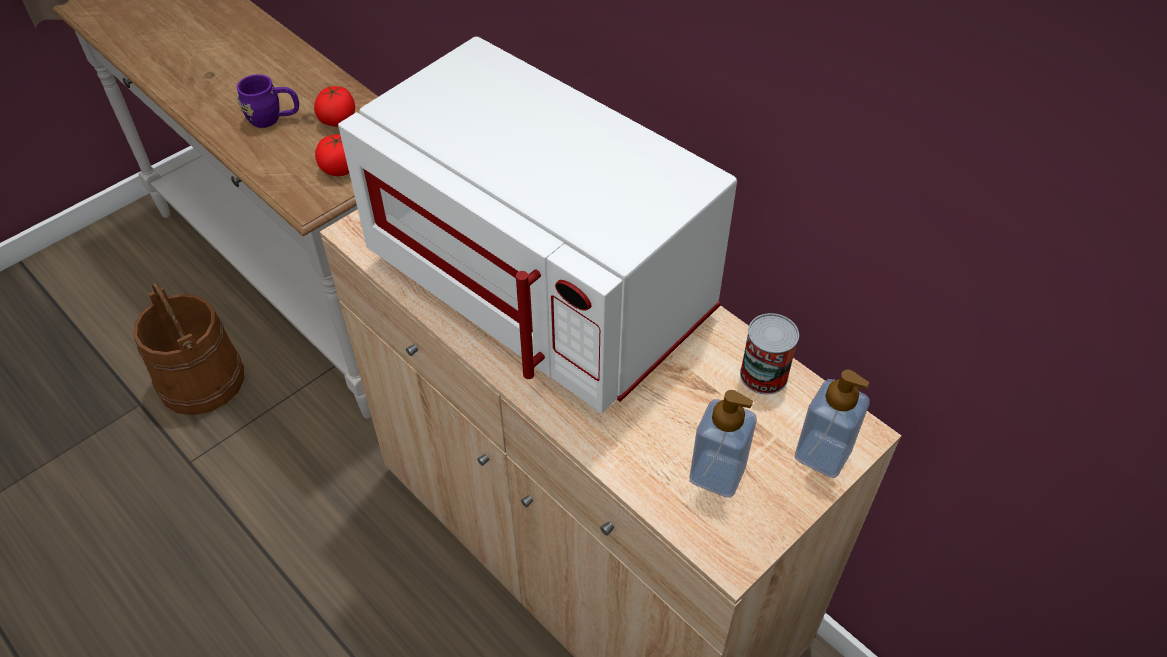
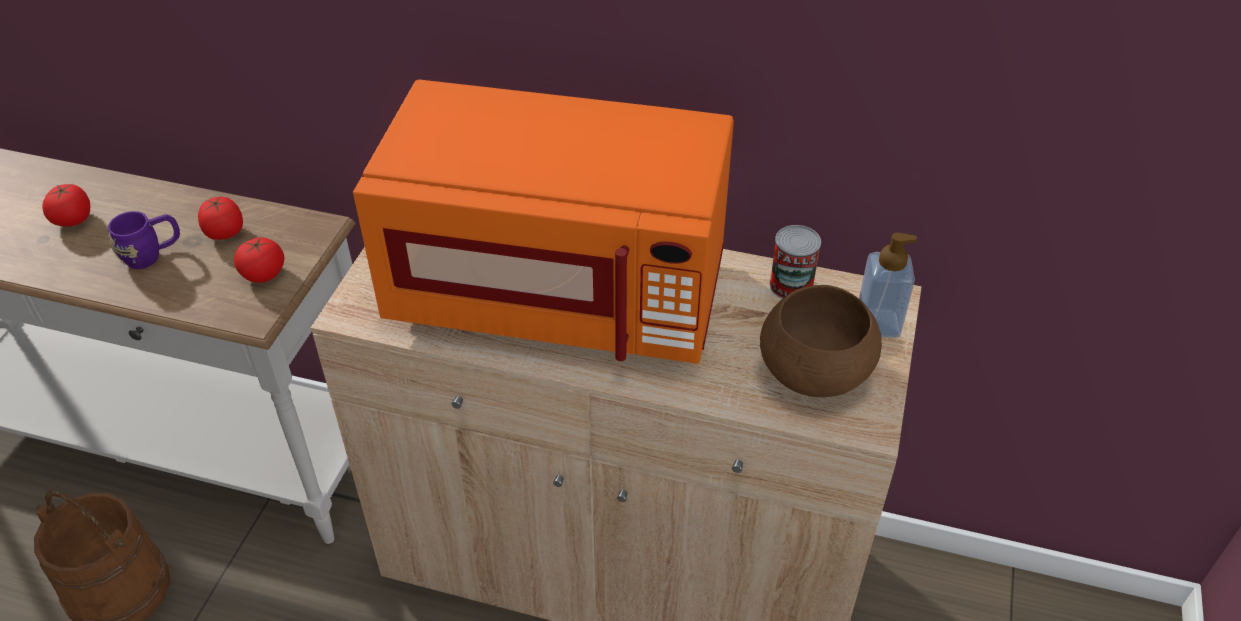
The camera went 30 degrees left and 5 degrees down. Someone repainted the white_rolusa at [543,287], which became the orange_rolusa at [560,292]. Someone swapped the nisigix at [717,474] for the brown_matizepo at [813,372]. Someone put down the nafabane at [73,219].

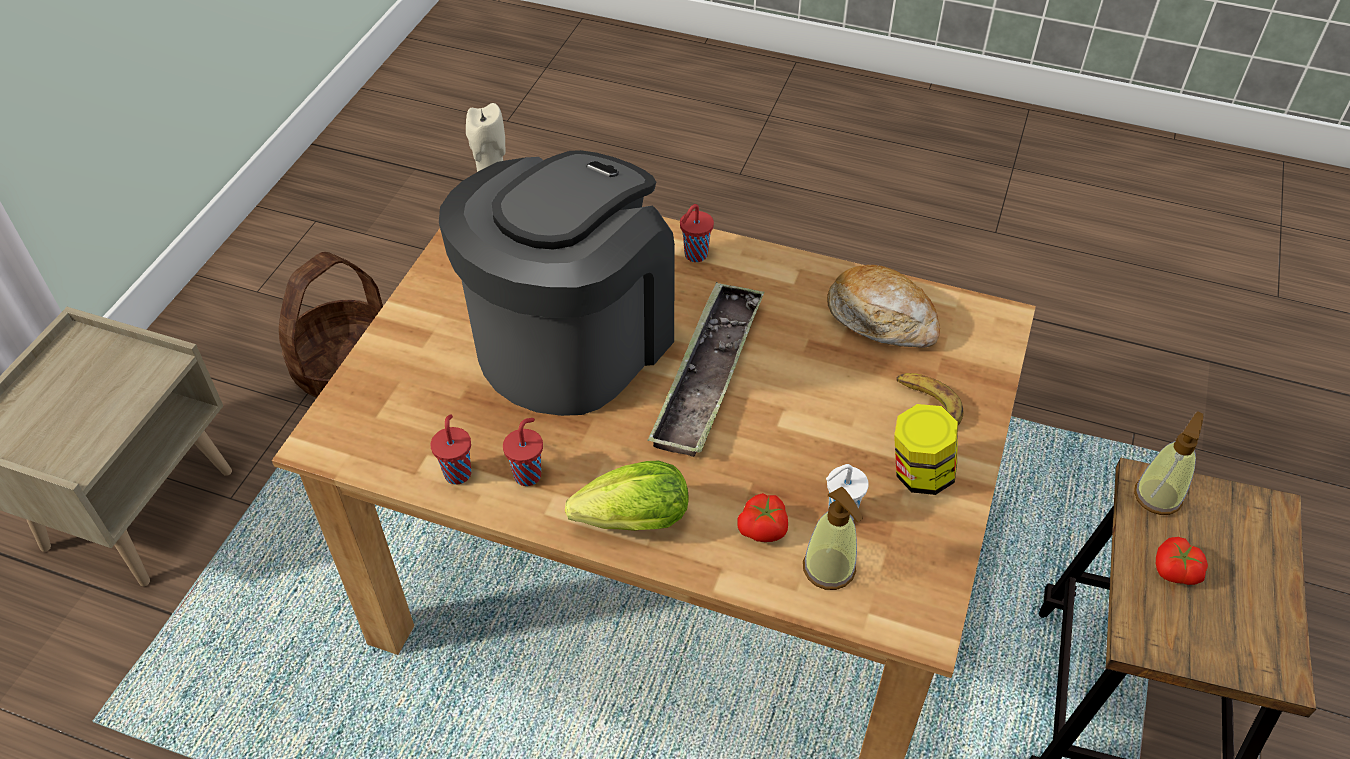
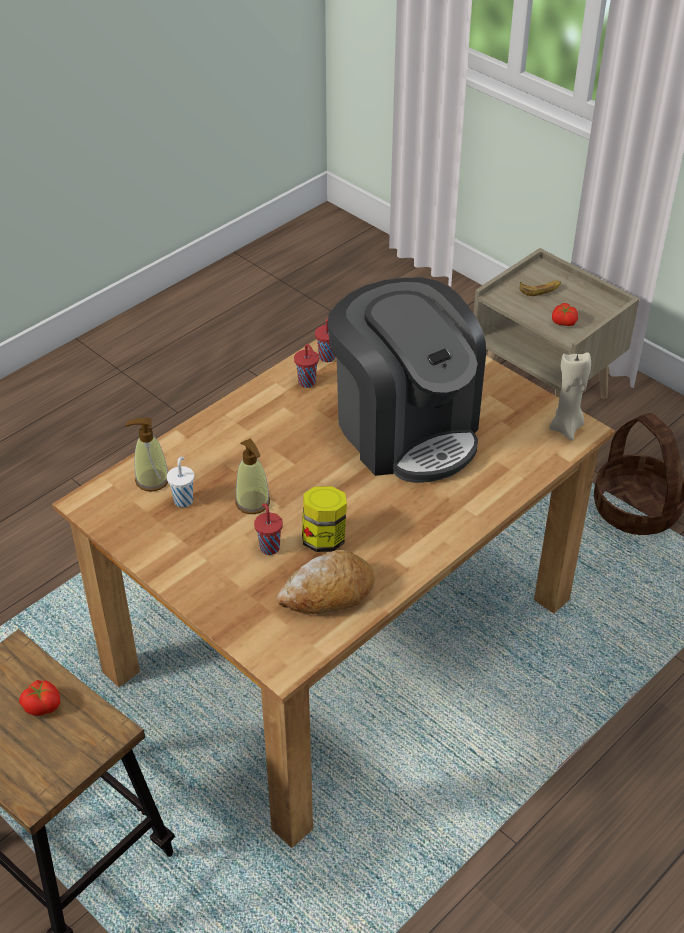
The camera went 115 degrees right and 5 degrees down. Someone carried the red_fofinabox from [694,255] to [269,547]. Someone took away the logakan at [708,375]. Someone carried the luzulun from [927,404] to [540,289]. Someone carried the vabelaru from [919,474] to [324,539]. Someone carried the nisigix from [1157,496] to [253,502]. Someone took away the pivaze at [627,522]. Someone carried the nafabane from [764,529] to [563,322].

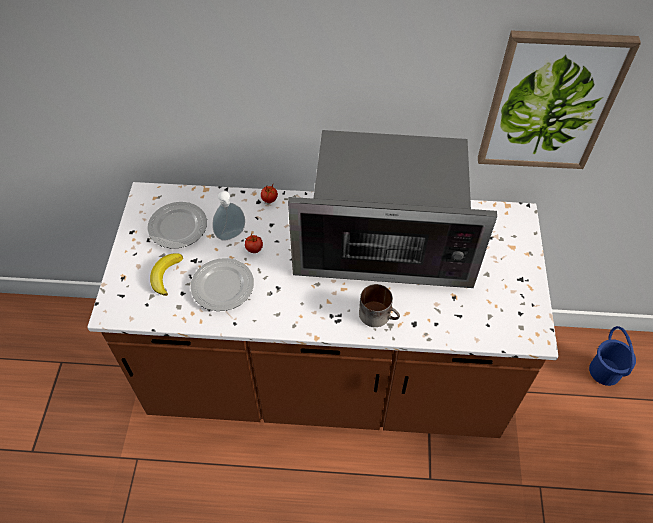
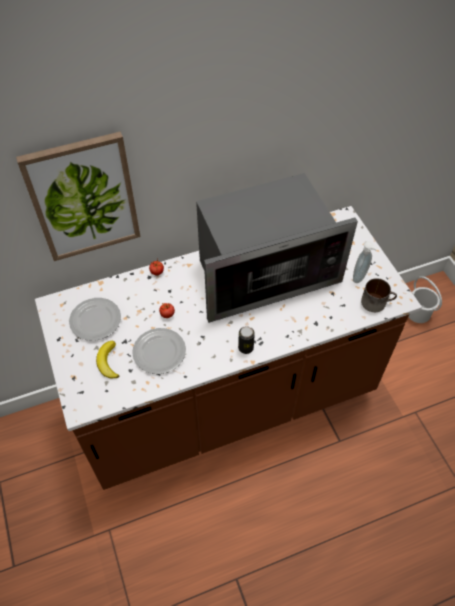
The camera went 25 degrees left and 0 degrees up. Someone carried the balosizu from [549,102] to [83,198]. Someone carried the nisigix from [231,236] to [360,277]. Someone carried the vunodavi from [379,314] to [376,302]. Someone repainted the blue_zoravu at [605,371], which became the white_zoravu at [418,313]. Someone put down the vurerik at [245,348].

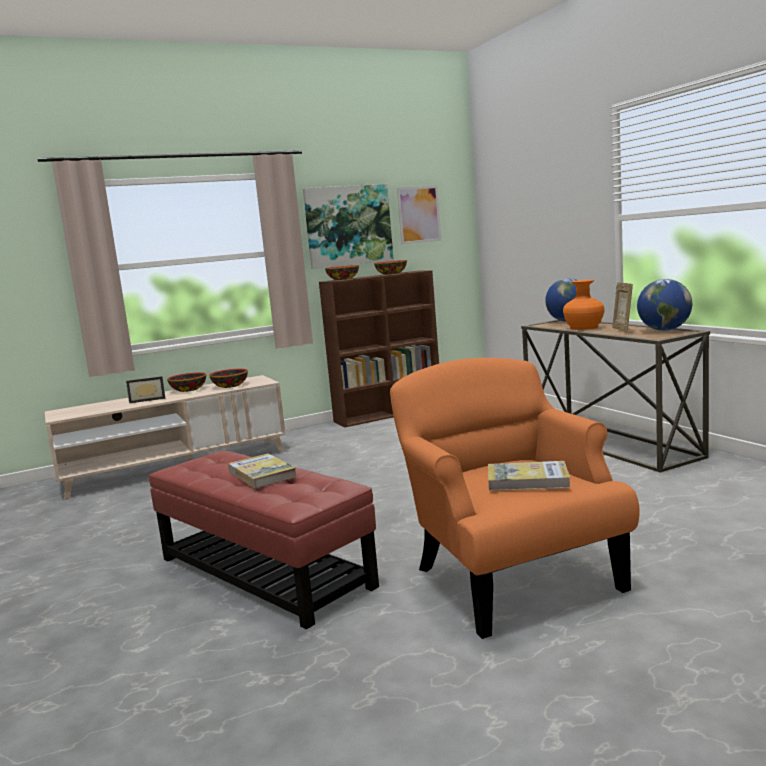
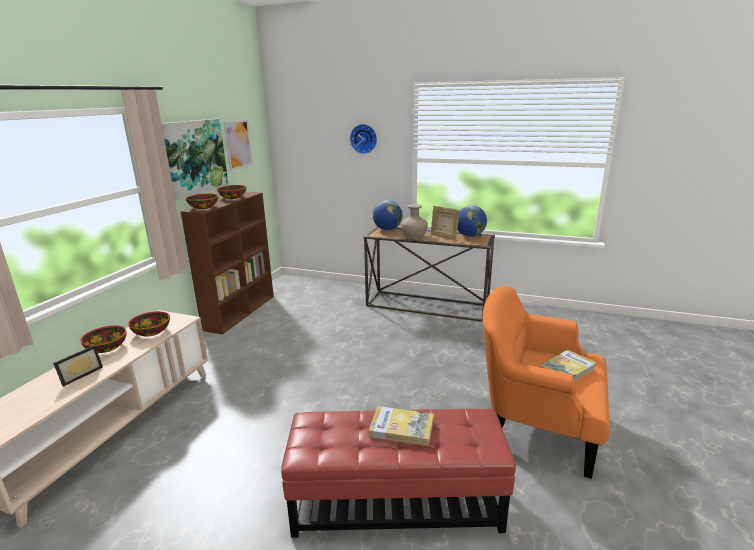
The camera went 45 degrees left and 10 degrees up. Someone repainted the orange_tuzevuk at [584,327], which became the beige_tuzevuk at [414,236]. Someone put up the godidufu at [364,139].

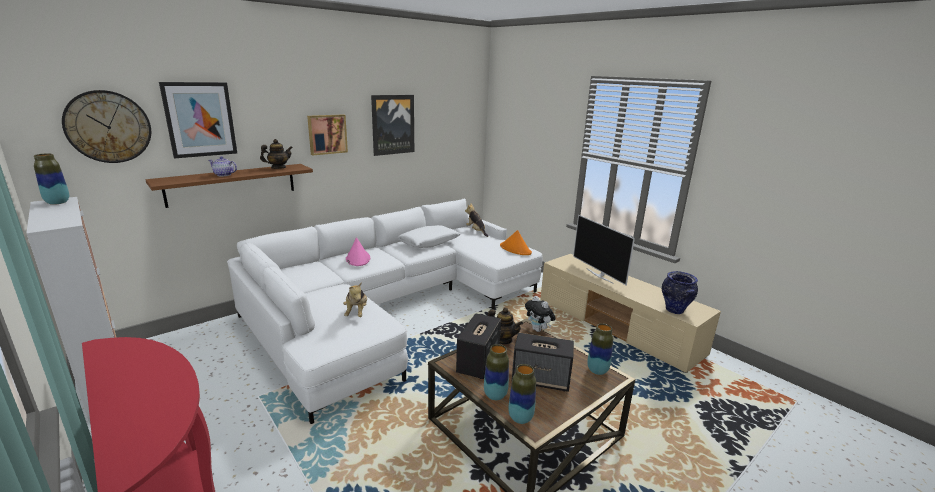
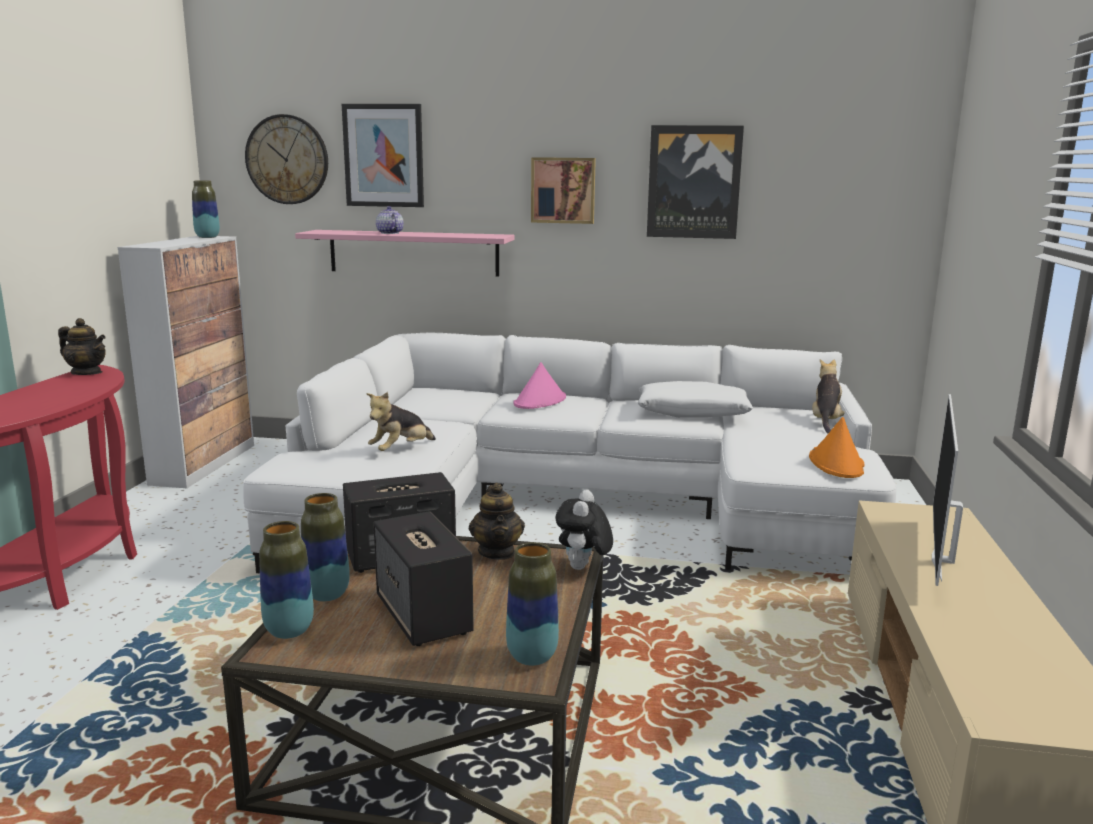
The camera went 50 degrees right and 5 degrees down. Someone carried the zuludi from [278,168] to [87,373]. Someone repainted the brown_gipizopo at [232,184], which became the pink_gipizopo at [413,253]. Someone took away the tuzevuk at [675,310].

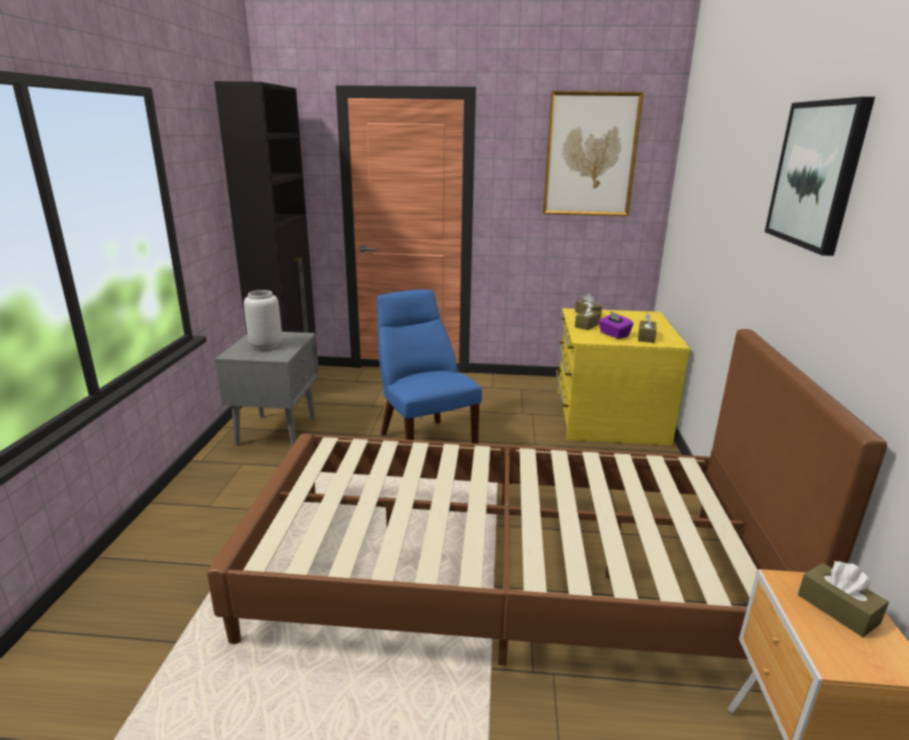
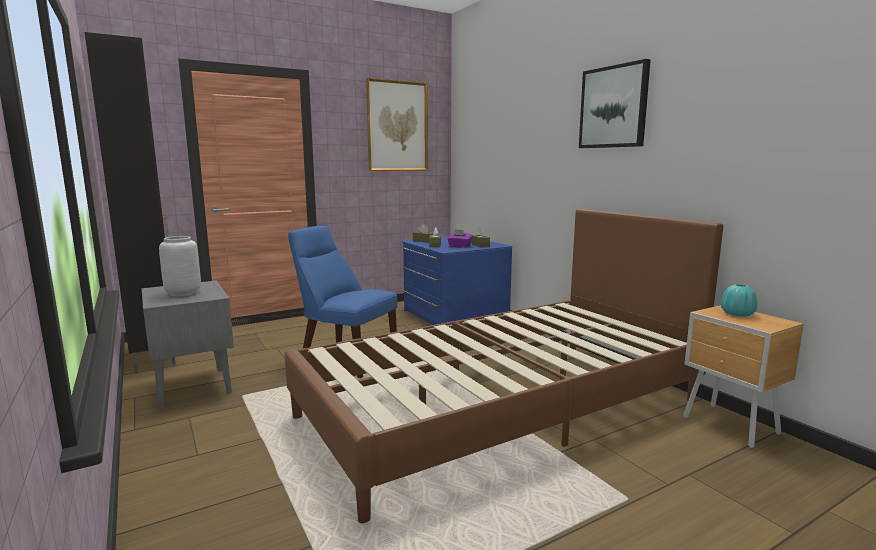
The camera went 35 degrees left and 10 degrees down. Someone repainted the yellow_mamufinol at [607,416], which became the blue_mamufinol at [453,315]. Someone swapped the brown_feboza at [837,609] for the turquoise_tuzevuk at [737,314].

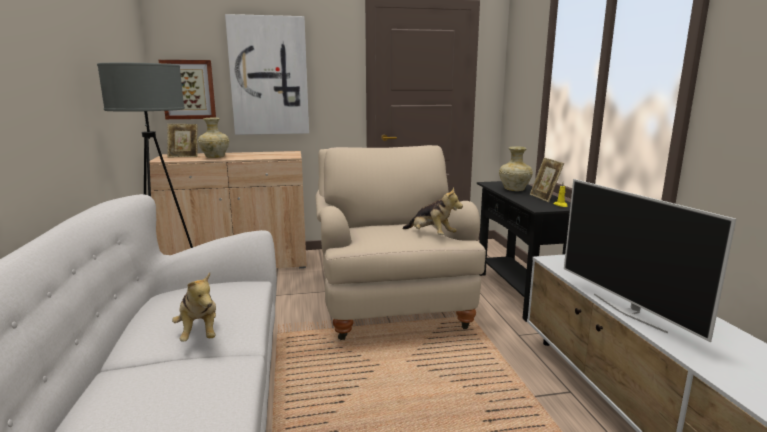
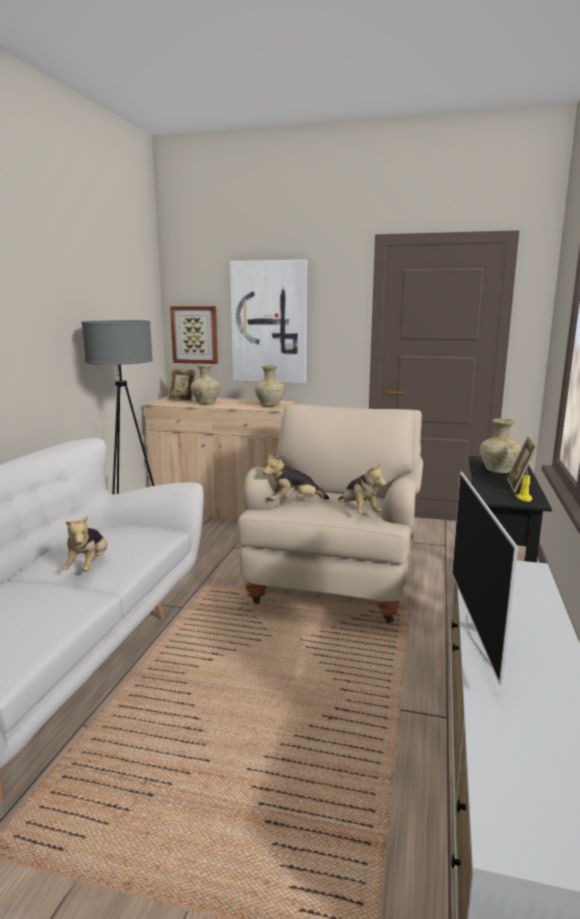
The camera went 25 degrees right and 0 degrees up. Someone put down the beige_tuzevuk at [269,405]. Someone put down the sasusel at [294,502].

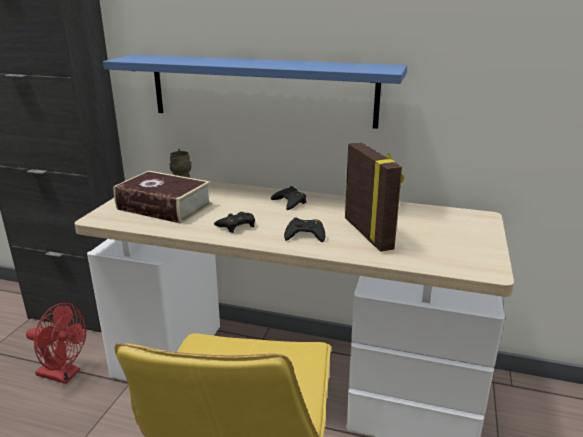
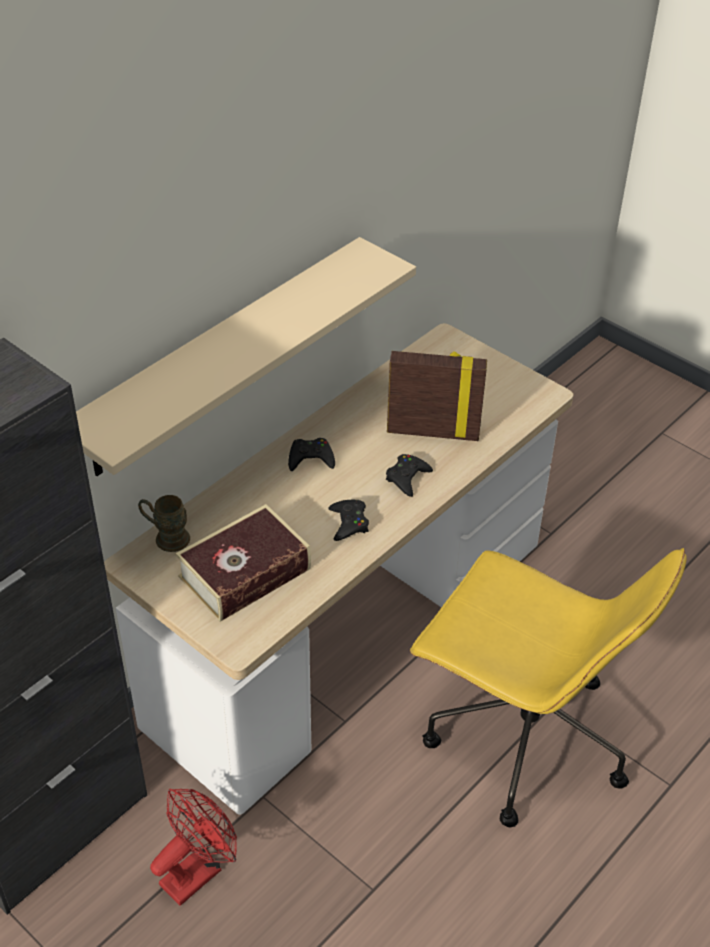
The camera went 65 degrees left and 20 degrees up. Someone repainted the blue_gipizopo at [261,90], which became the beige_gipizopo at [222,356].

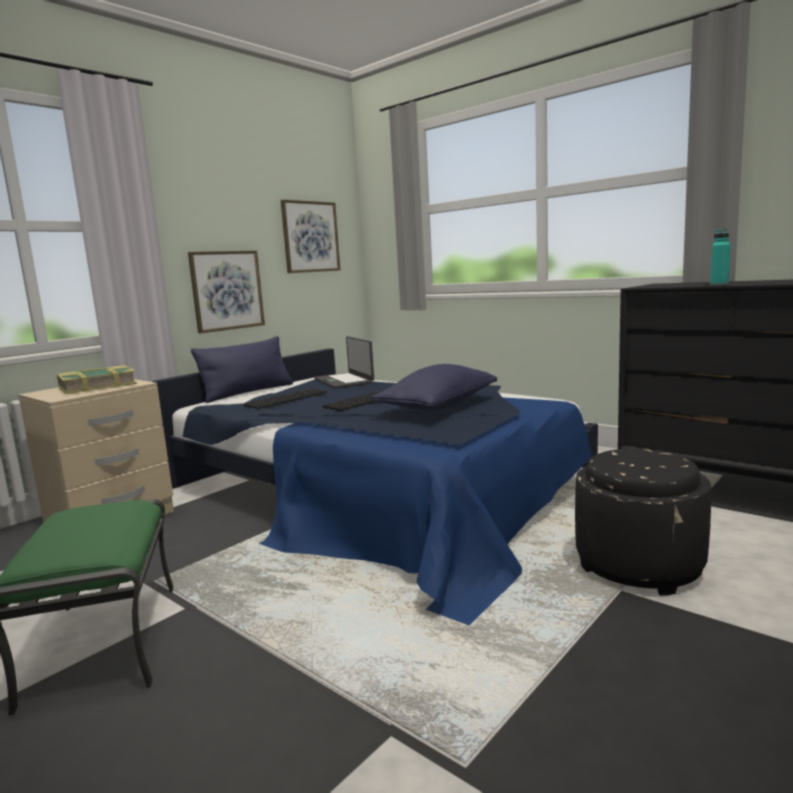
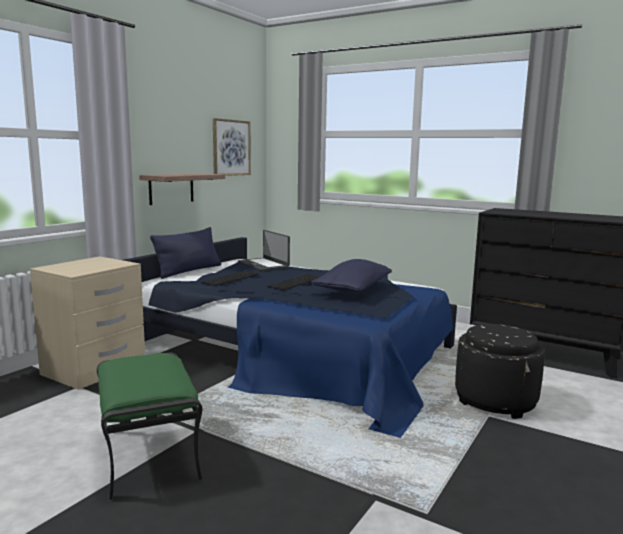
The camera went 10 degrees left and 0 degrees up. Someone took away the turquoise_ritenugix at [719,284]. Someone swapped the balosizu at [227,290] for the gipizopo at [171,188]. Someone took away the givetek at [97,386].

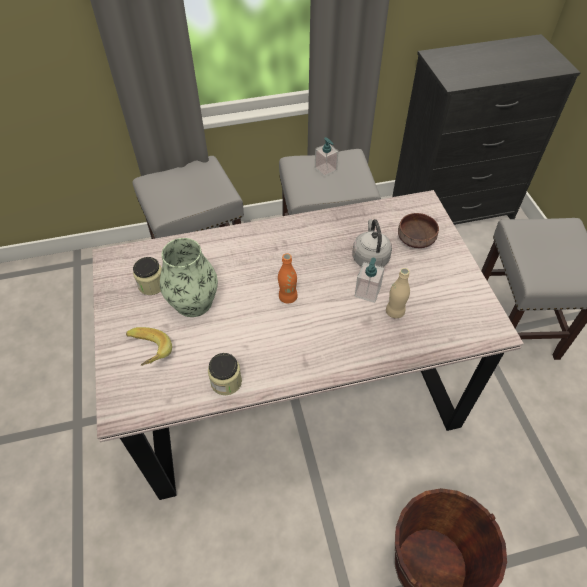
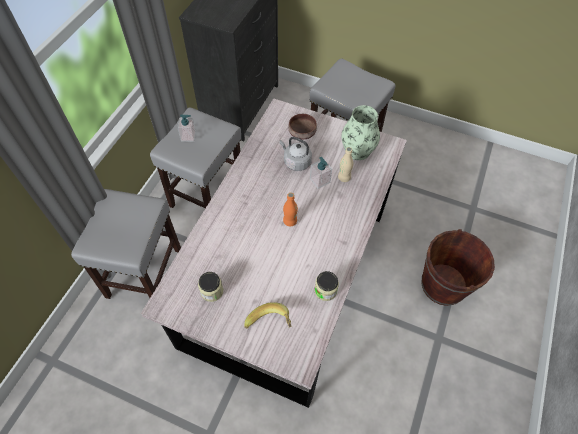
The camera went 55 degrees left and 5 degrees up. Someone carried the tuzevuk from [193,301] to [357,150].

